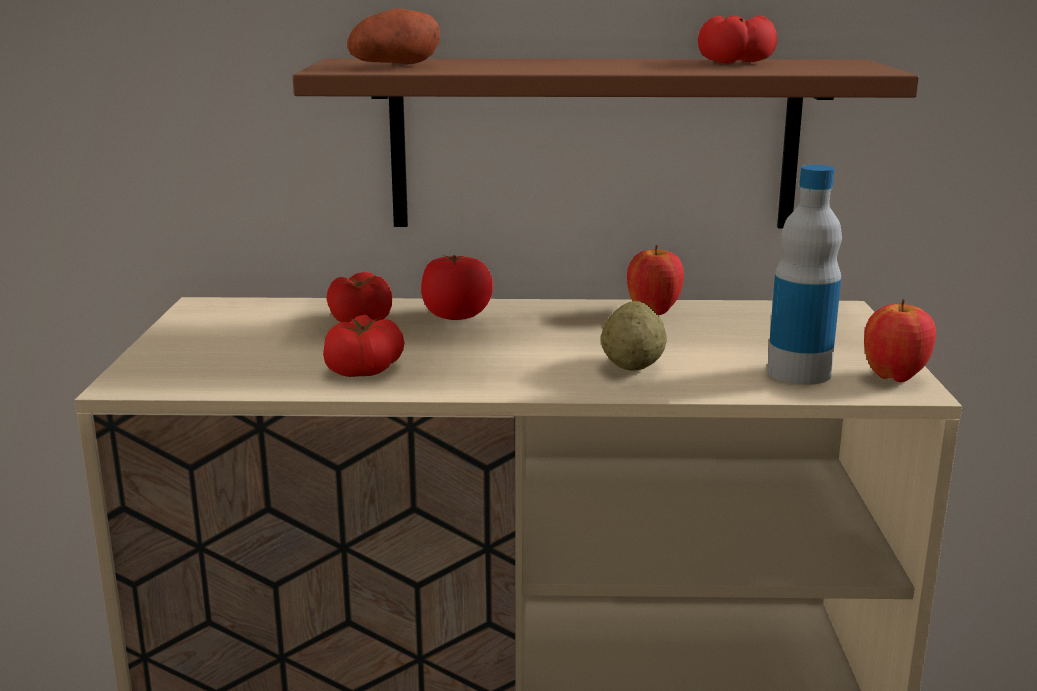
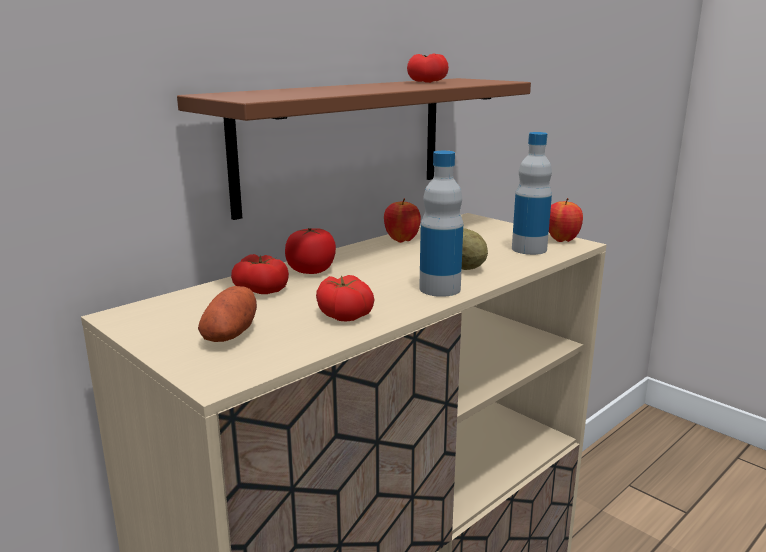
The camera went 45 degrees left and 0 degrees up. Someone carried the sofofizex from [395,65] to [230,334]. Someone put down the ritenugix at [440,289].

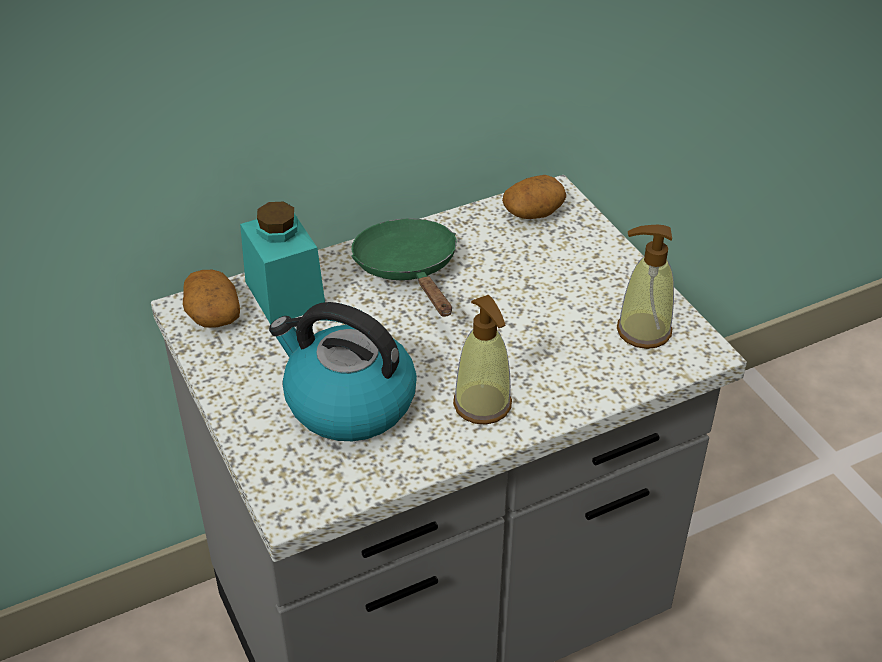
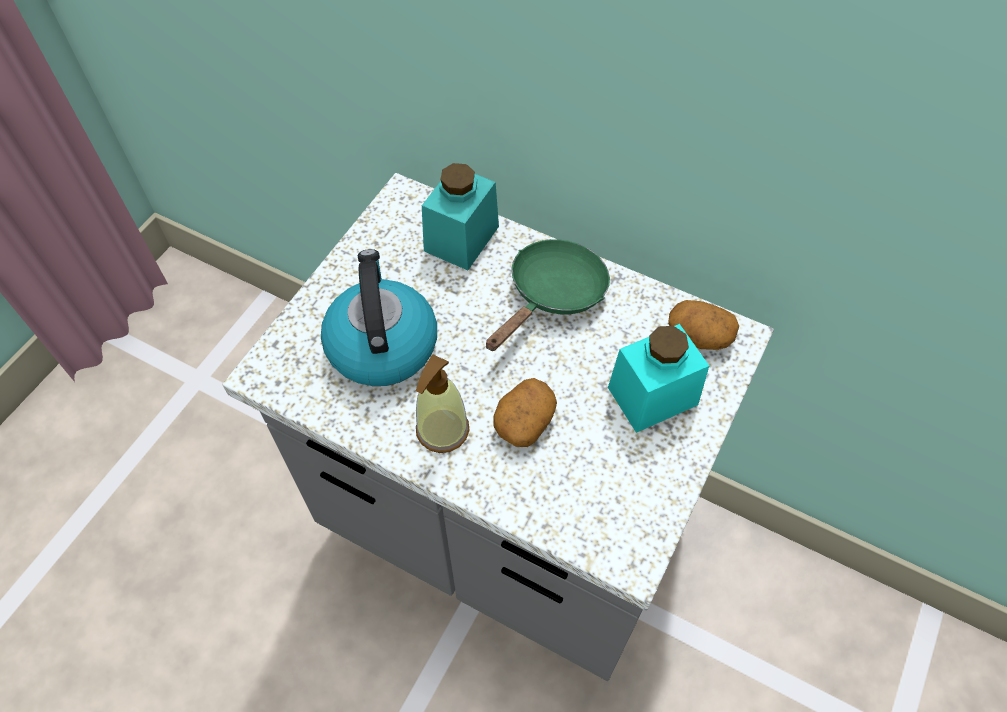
The camera went 55 degrees right and 15 degrees up. Someone took away the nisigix at [643,331]. Someone carried the sofofizex from [212,313] to [524,421]. Someone put down the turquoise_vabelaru at [652,396].

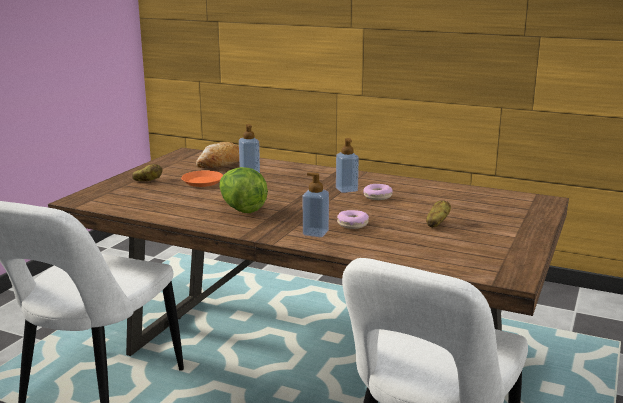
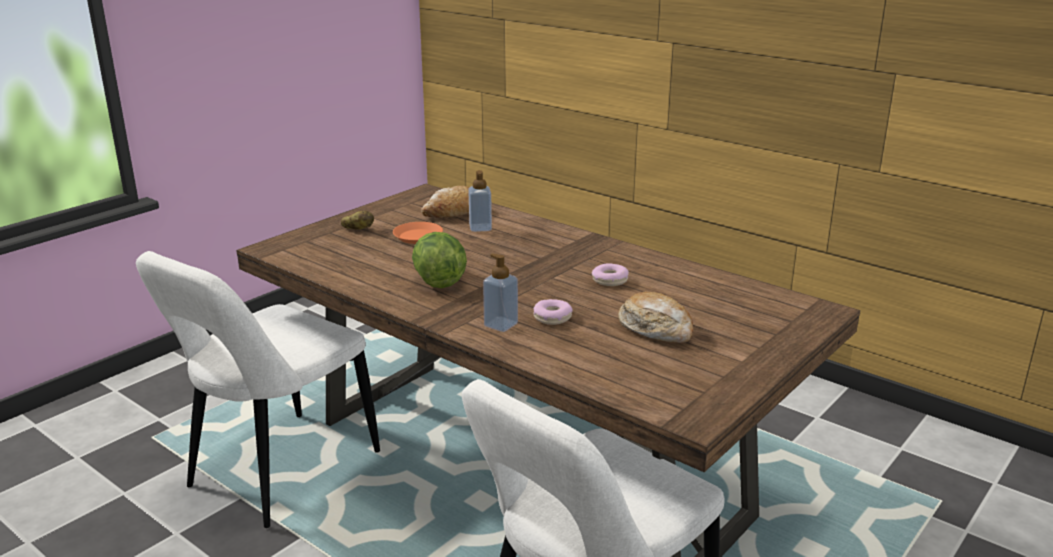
The camera went 15 degrees right and 5 degrees up. Someone took away the nisigix at [346,189]. Someone swapped the sofofizex at [437,223] for the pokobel at [656,329].

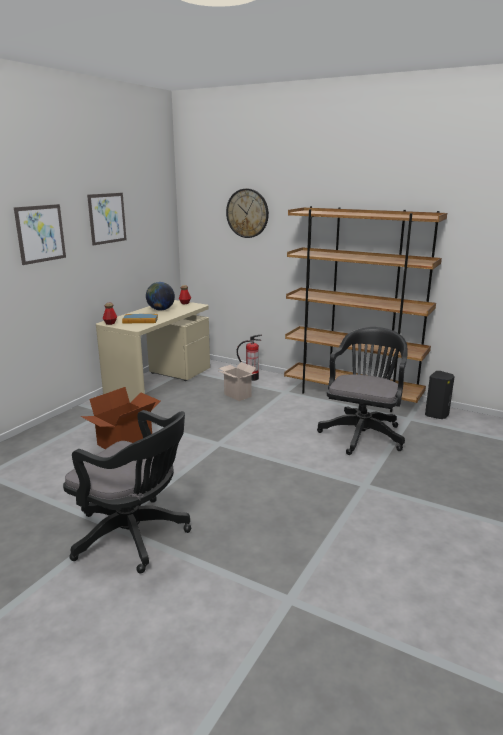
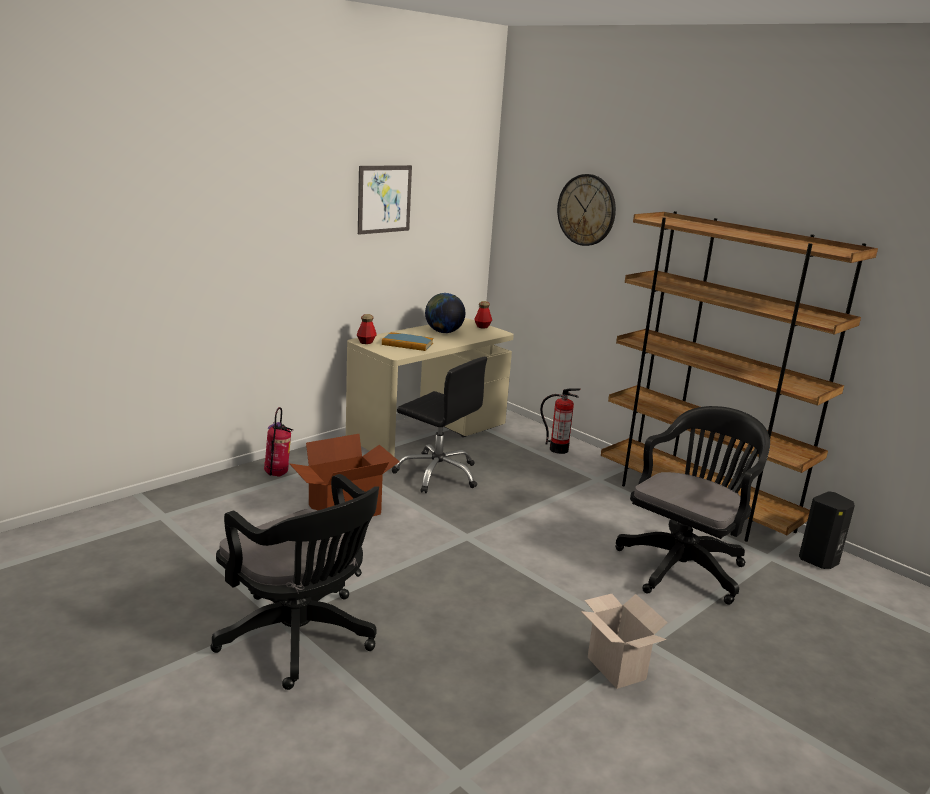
The camera went 15 degrees right and 0 degrees up. Someone took away the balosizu at [40,233]. Someone carried the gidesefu from [236,395] to [614,667]. Someone put down the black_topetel at [438,474]. Someone put down the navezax at [277,475].

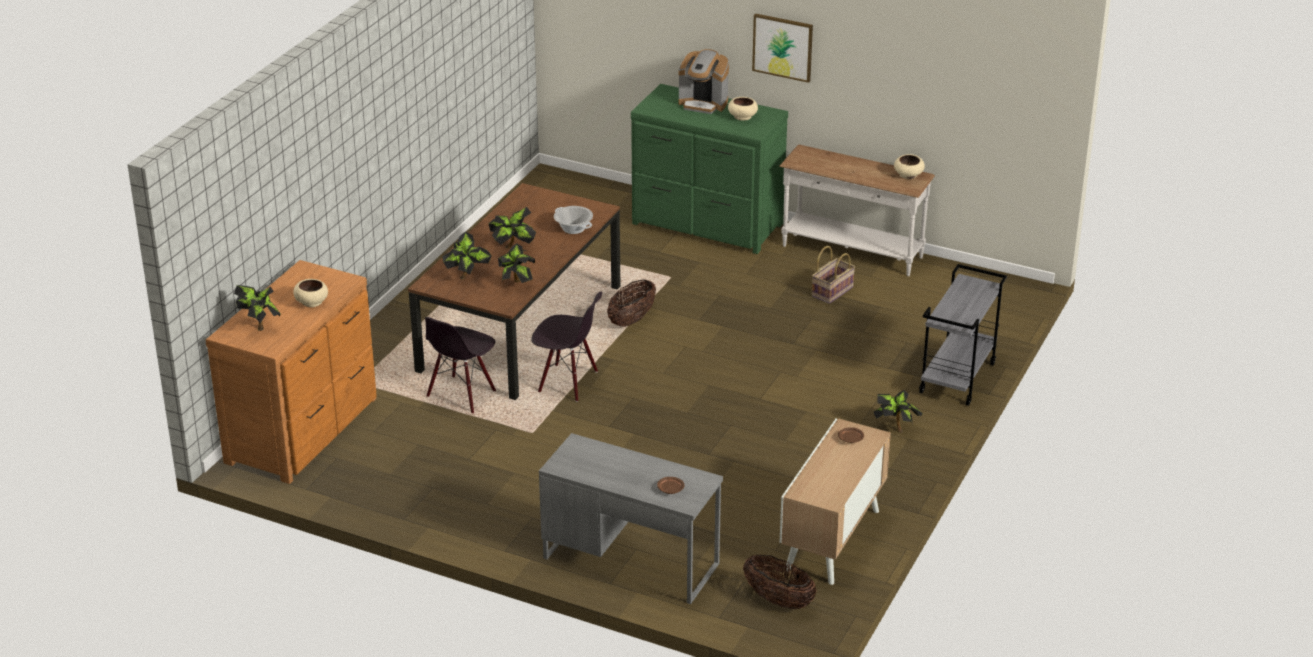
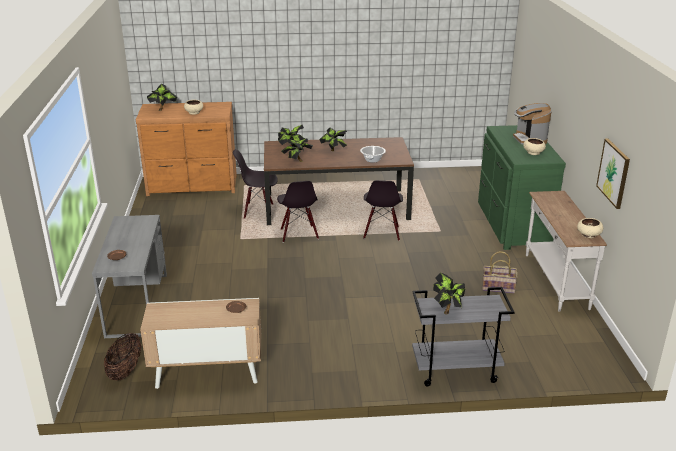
The camera went 60 degrees right and 5 degrees down. Someone carried the balosizu from [782,47] to [613,173]. Someone swapped the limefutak at [631,319] for the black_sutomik at [382,233]. Someone carried the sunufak from [896,428] to [448,310].

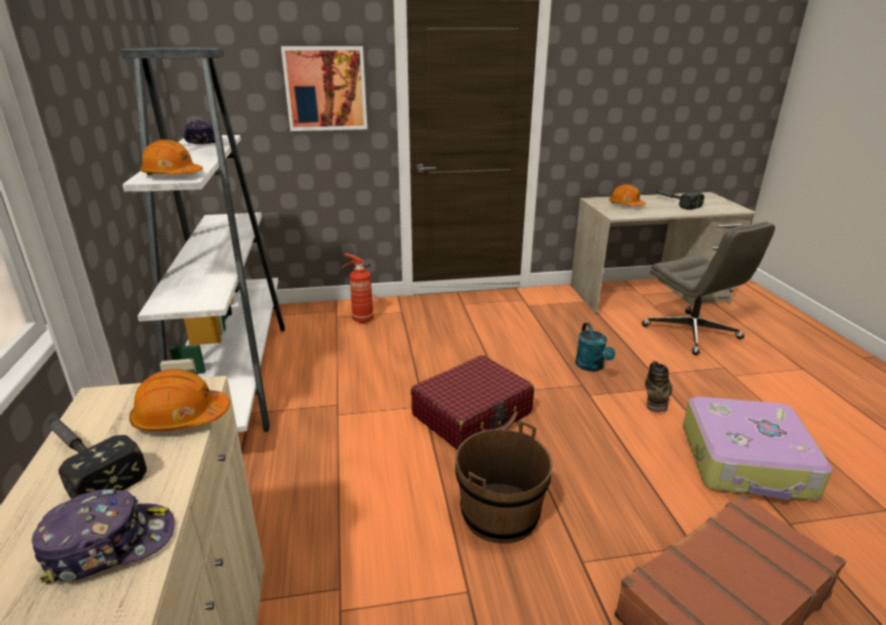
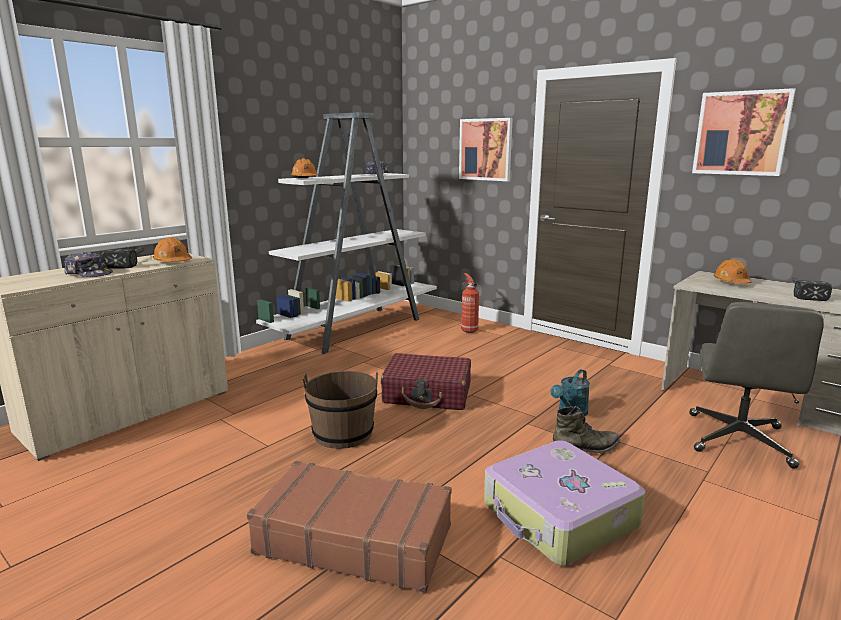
The camera went 50 degrees right and 10 degrees down. Someone put up the balosizu at [741,133].

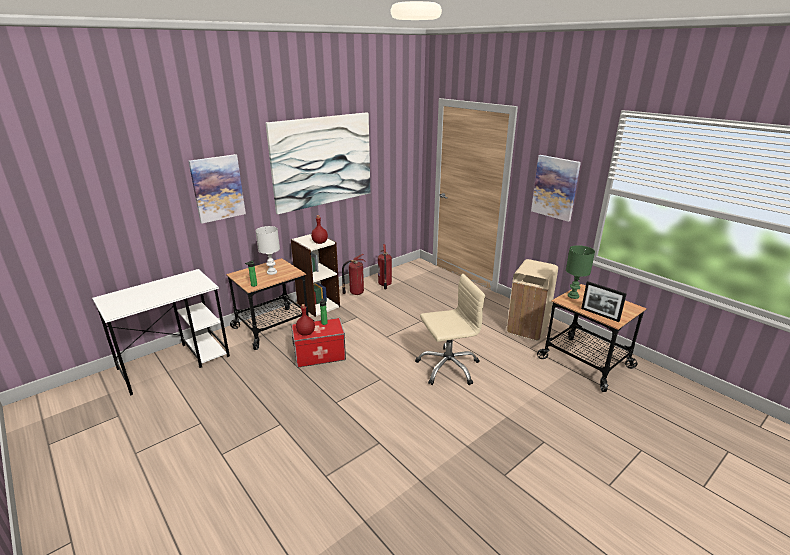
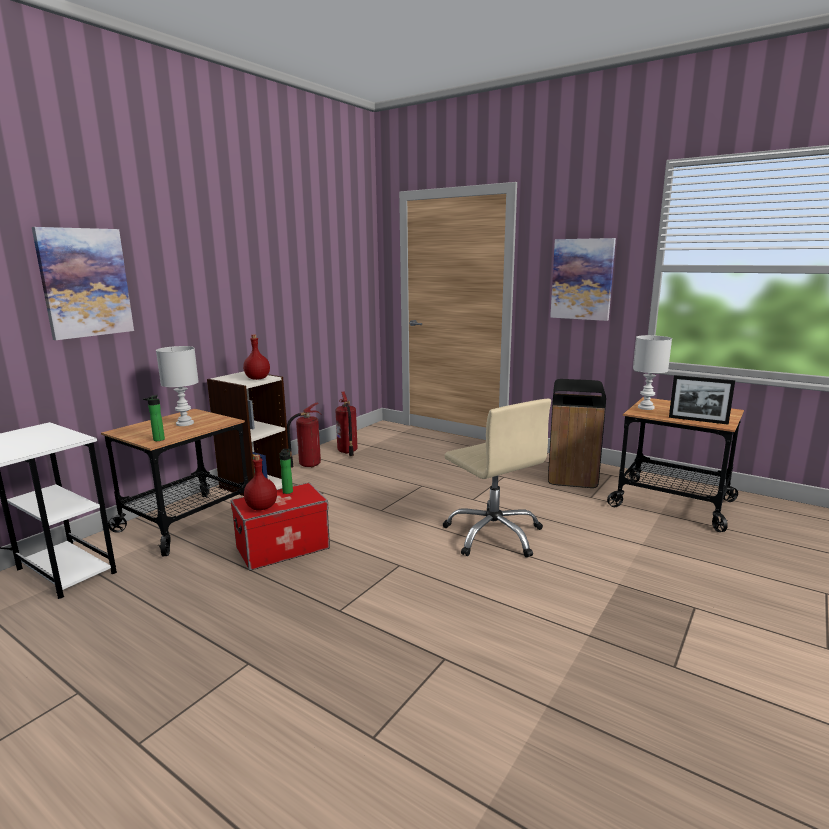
The camera went 15 degrees left and 10 degrees down. Someone took away the balosizu at [322,161]. Someone repainted the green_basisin at [572,296], which became the white_basisin at [645,408]. Someone repainted the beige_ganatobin at [528,328], which became the black_ganatobin at [573,476]. Someone rotated the beige_topetel at [448,367] by 90 degrees clockwise.

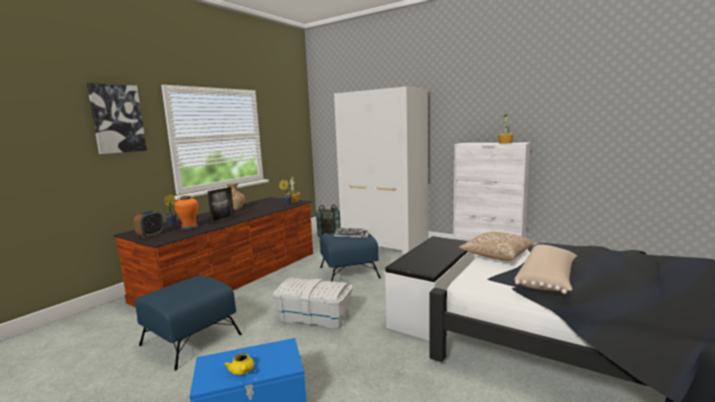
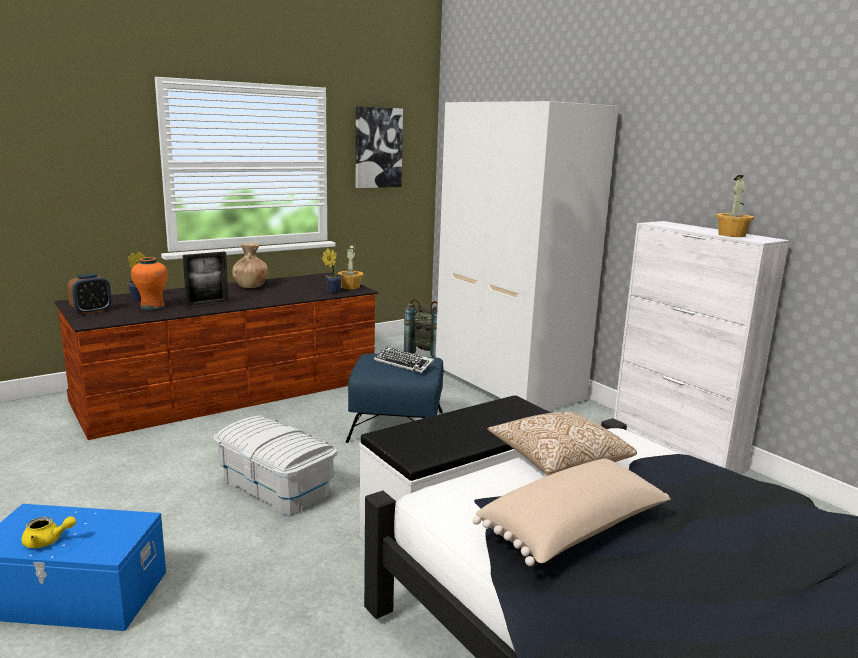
The camera went 20 degrees right and 5 degrees up. Someone carried the balosizu from [117,119] to [378,147]. Someone took away the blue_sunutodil at [192,339]. Someone rotated the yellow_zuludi at [242,372] by 90 degrees counterclockwise.

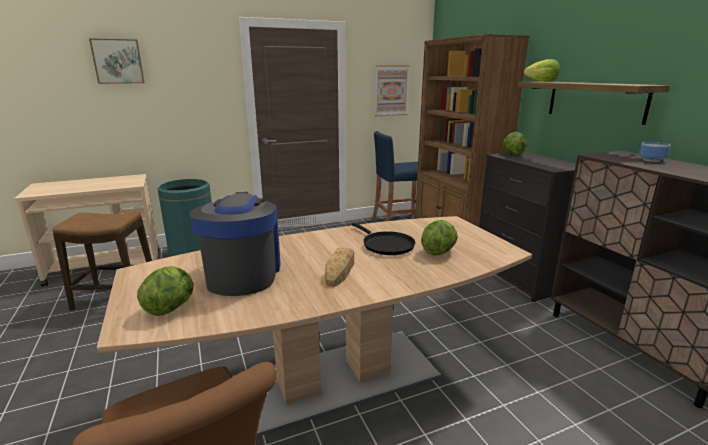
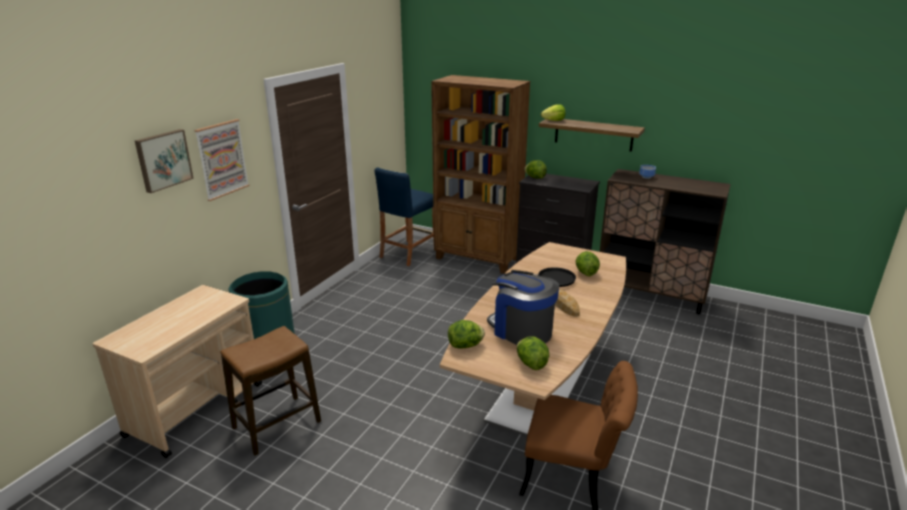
The camera went 40 degrees left and 5 degrees up. Someone carried the balosizu from [391,90] to [222,159]. Someone put down the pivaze at [466,346].

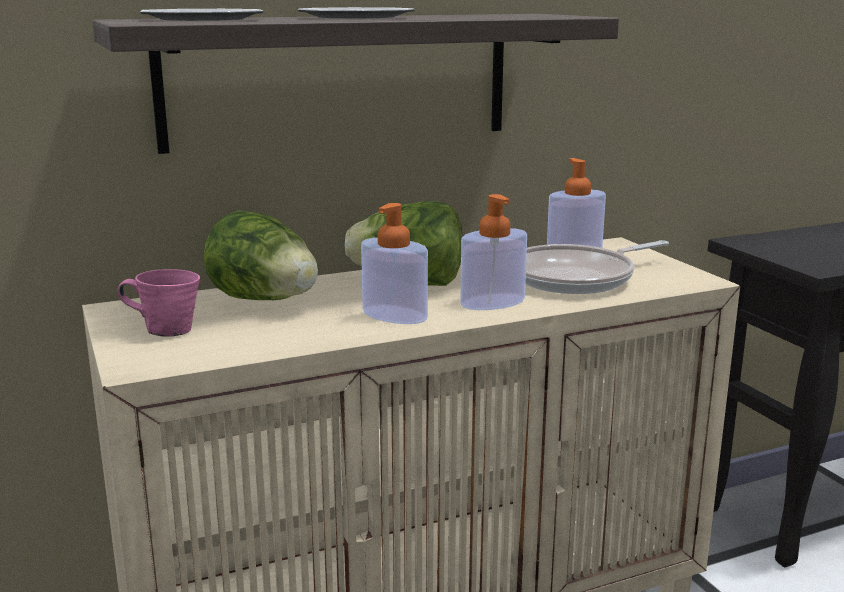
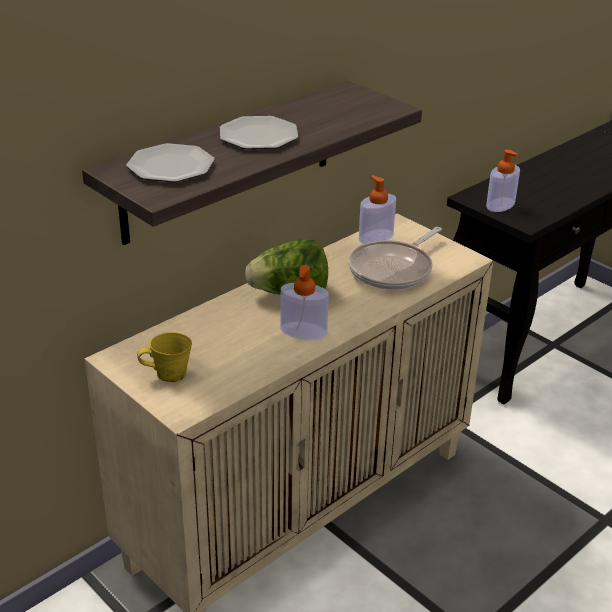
The camera went 20 degrees left and 15 degrees up. Someone carried the nisigix from [492,302] to [500,205]. Someone took away the pivaze at [265,301]. Someone repainted the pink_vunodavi at [166,330], which became the yellow_vunodavi at [169,374].

